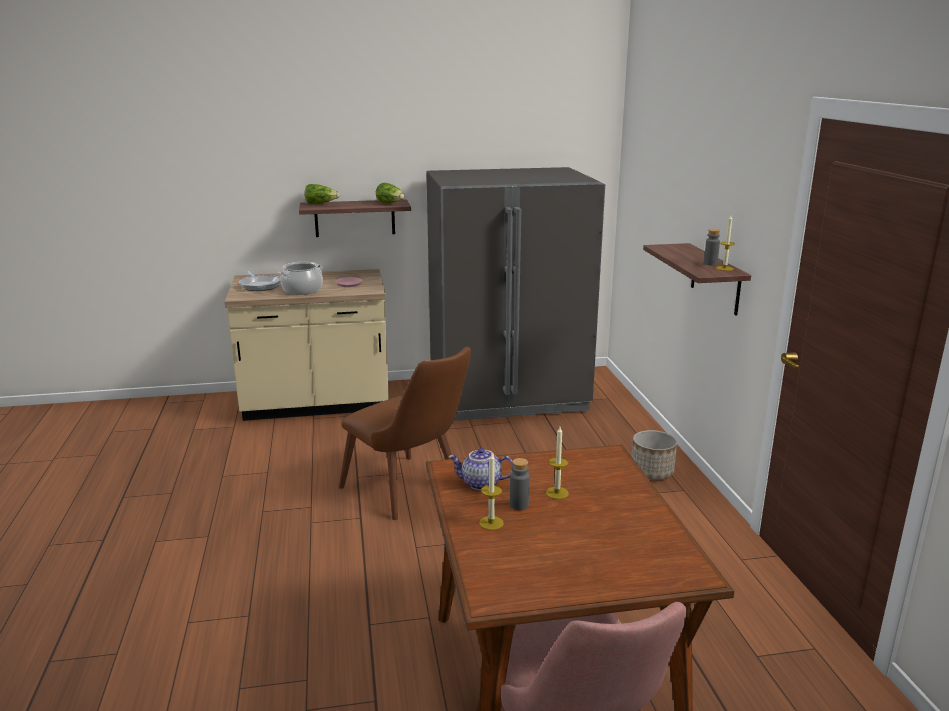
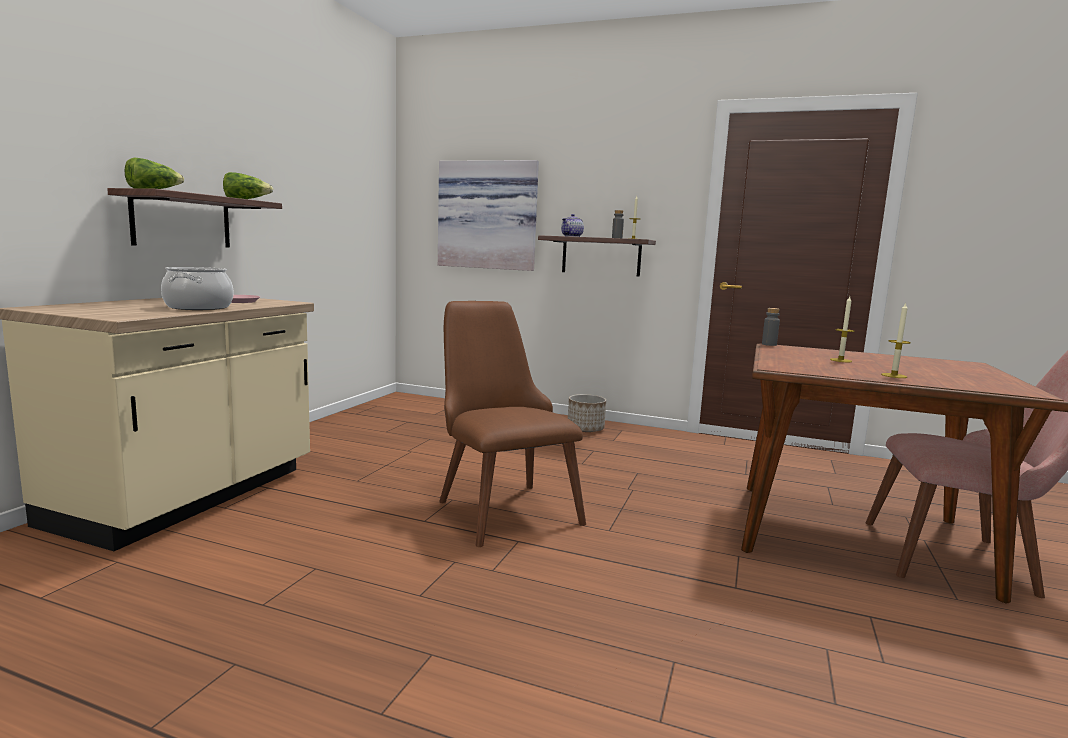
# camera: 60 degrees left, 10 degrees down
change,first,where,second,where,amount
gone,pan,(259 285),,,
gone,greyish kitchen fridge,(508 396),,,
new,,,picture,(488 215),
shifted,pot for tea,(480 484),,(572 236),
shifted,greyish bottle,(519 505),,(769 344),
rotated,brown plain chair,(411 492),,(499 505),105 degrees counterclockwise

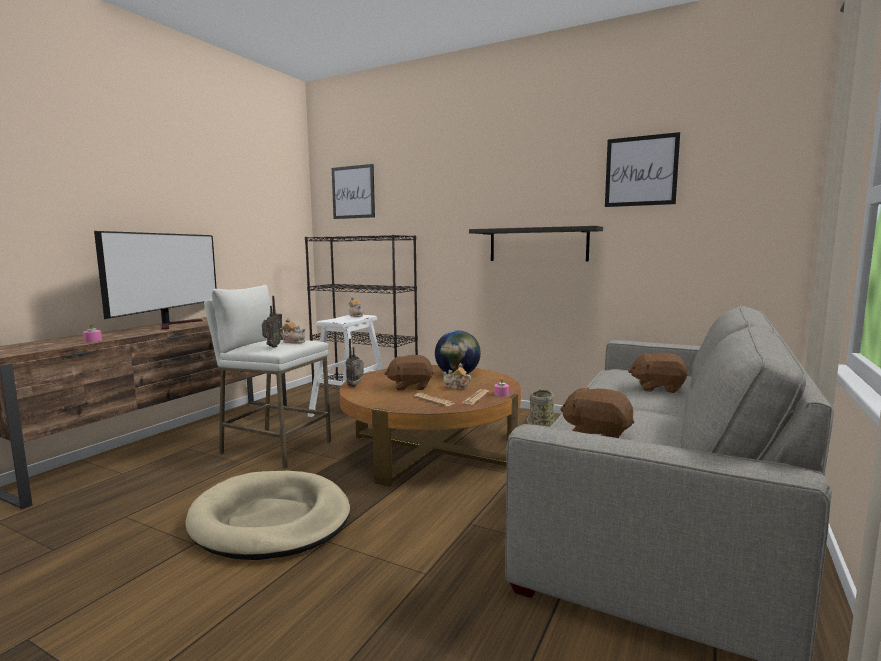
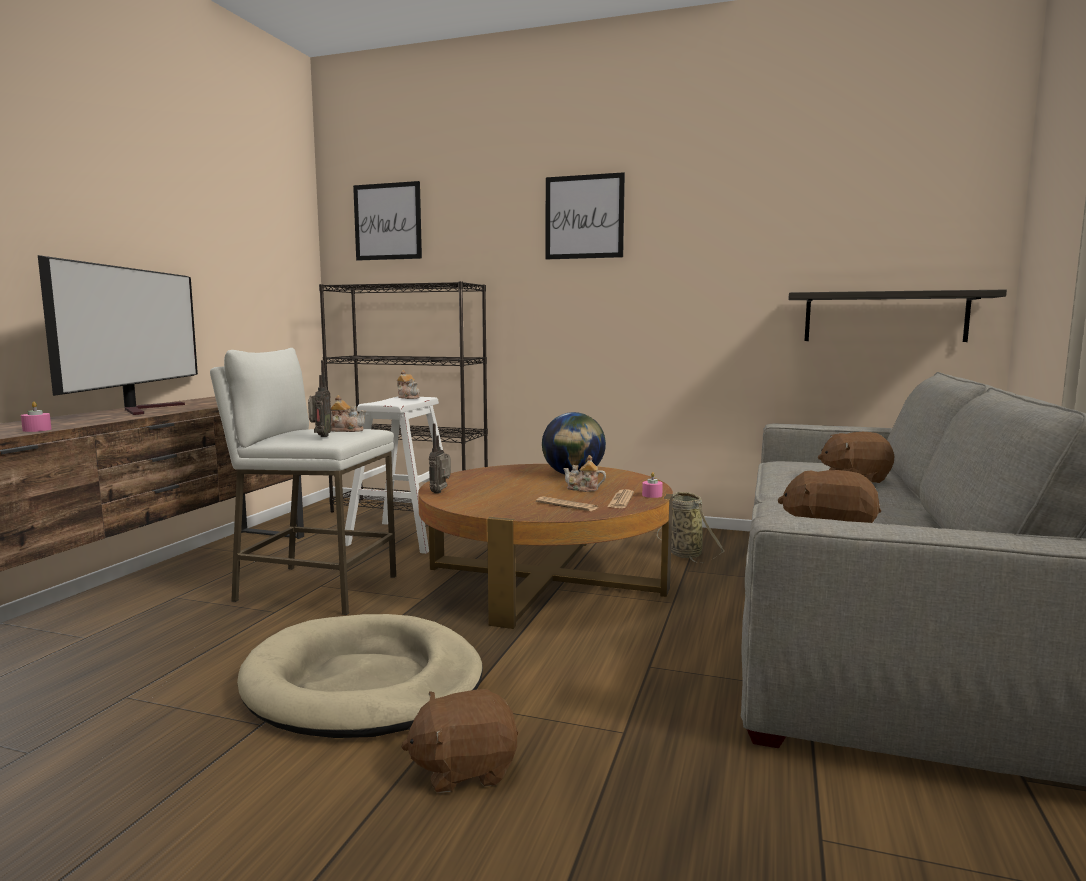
# camera: 10 degrees left, 0 degrees up
change,first,where,second,where,amount
shifted,brown cuddly toy,(410 387),,(464 769),
shifted,shelf,(538 244),,(885 317),
shifted,picture,(641 171),,(584 217),

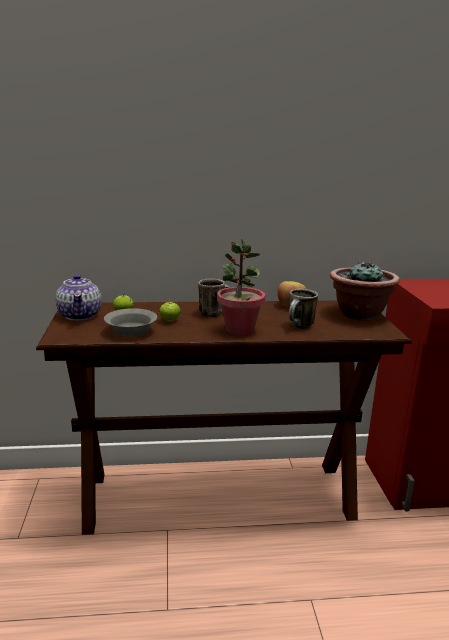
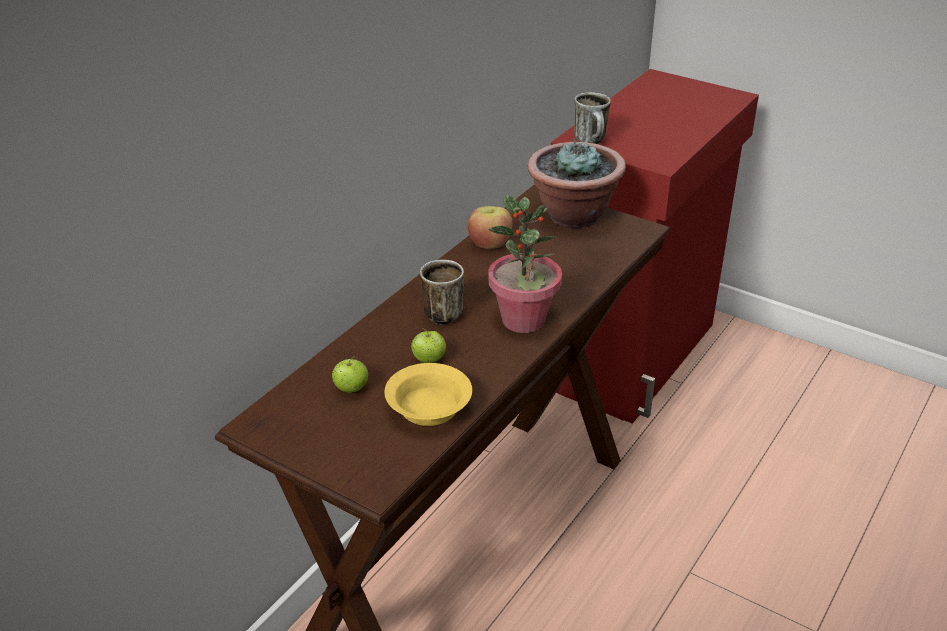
# camera: 50 degrees left, 15 degrees up
change,first,where,second,where,amount
gone,pot for tea,(80 315),,,
shifted,coffee mug,(300 327),,(592 142),
repainted,greyish serving bowl,(130 331),yellow serving bowl,(427 409),

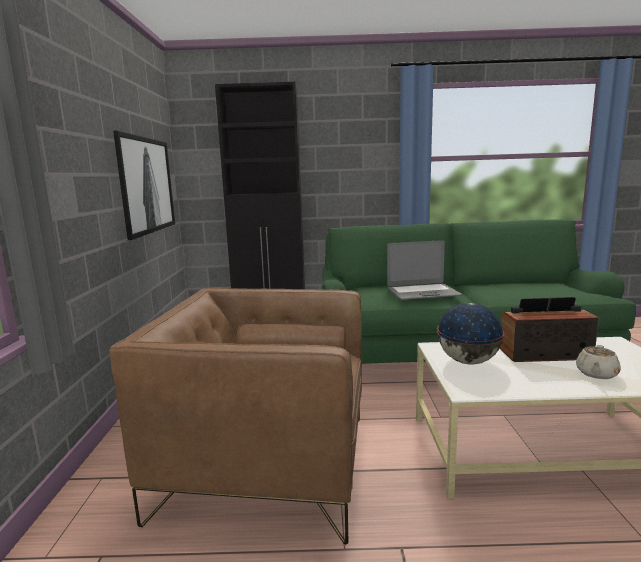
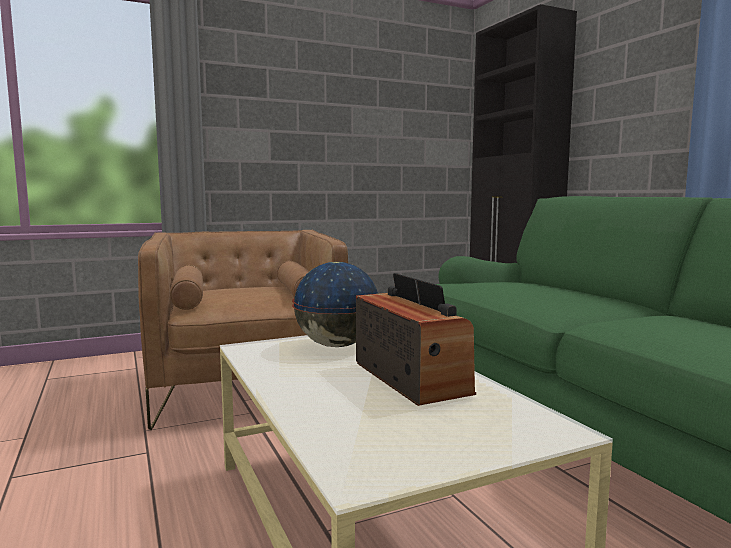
# camera: 65 degrees right, 5 degrees down
change,first,where,second,where,amount
gone,picture,(146 185),,,
gone,notebook computer,(422 293),,,
gone,sand-coloured pot for tea,(596 374),,,

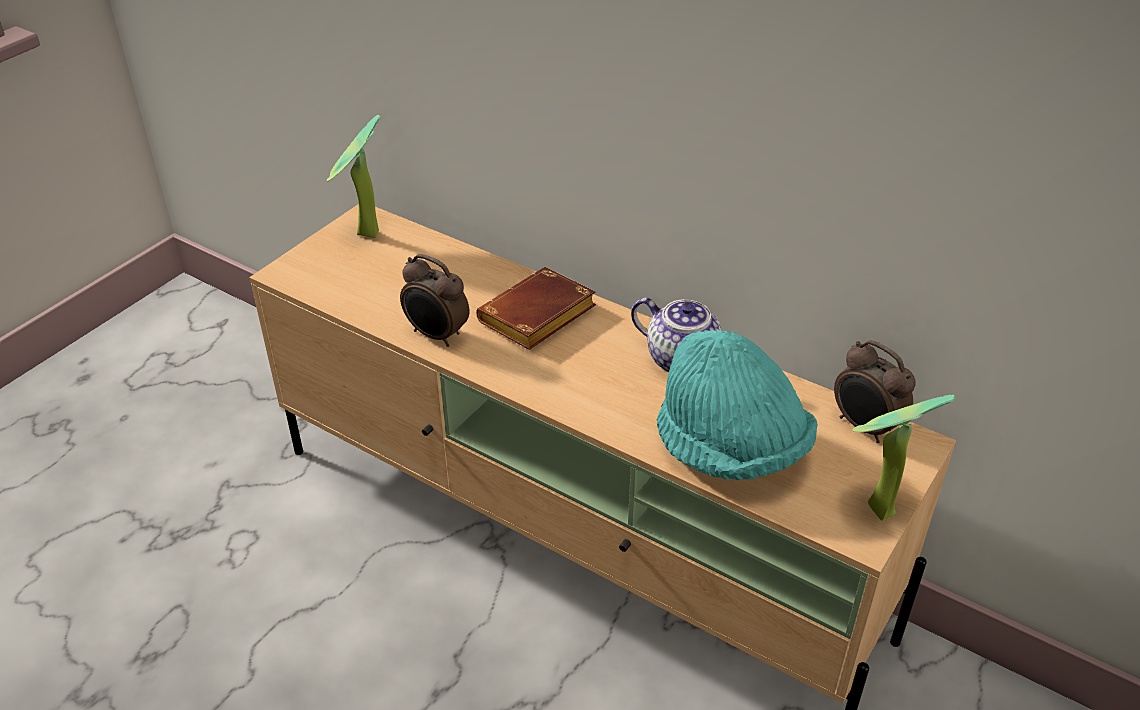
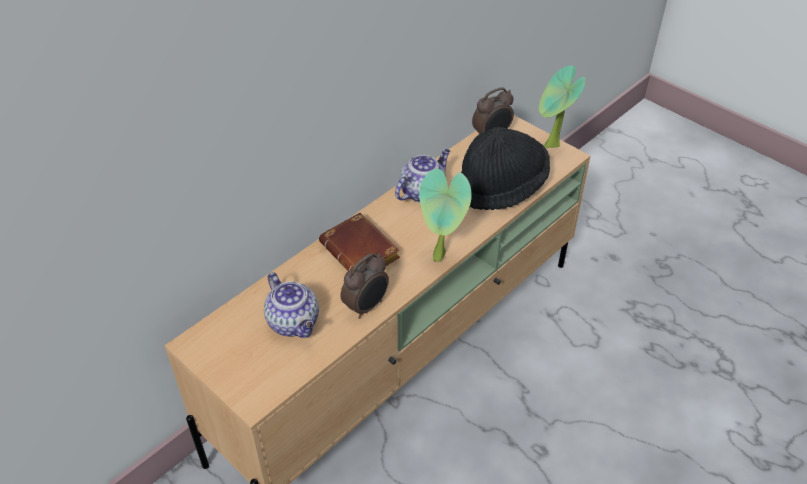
# camera: 80 degrees left, 5 degrees up
change,first,where,second,where,amount
new,,,pot for tea,(294 323),
shifted,plant in a pot,(364 236),,(441 258),
repainted,blue-green clothing hat,(730 449),black clothing hat,(501 187),

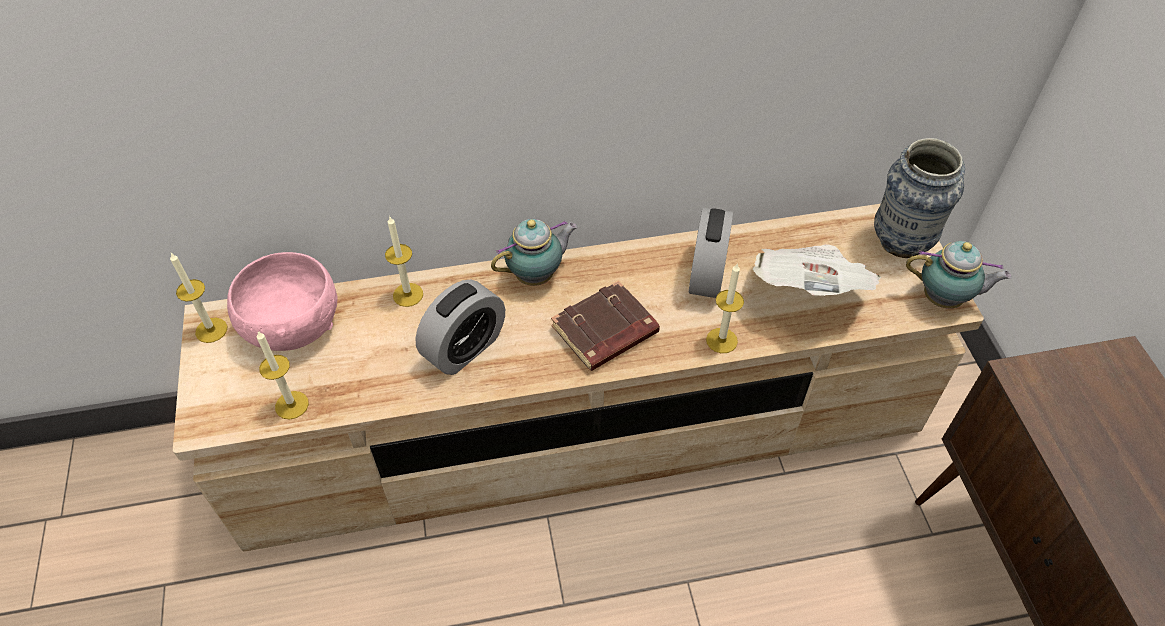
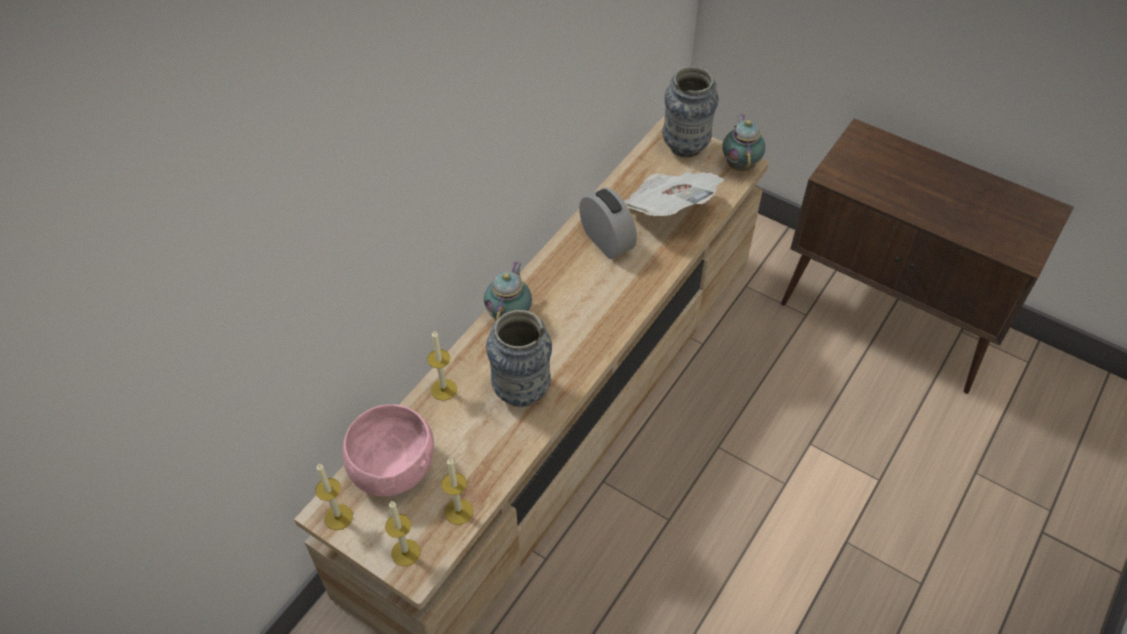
# camera: 45 degrees left, 0 degrees up
change,first,where,second,where,amount
gone,brown bound book,(605 332),,,
shifted,wax candle,(721 340),,(405 552),
swapped,table clock,(464 348),decorative vase,(521 391),
rotated,pot for tea,(945 300),,(740 164),60 degrees counterclockwise

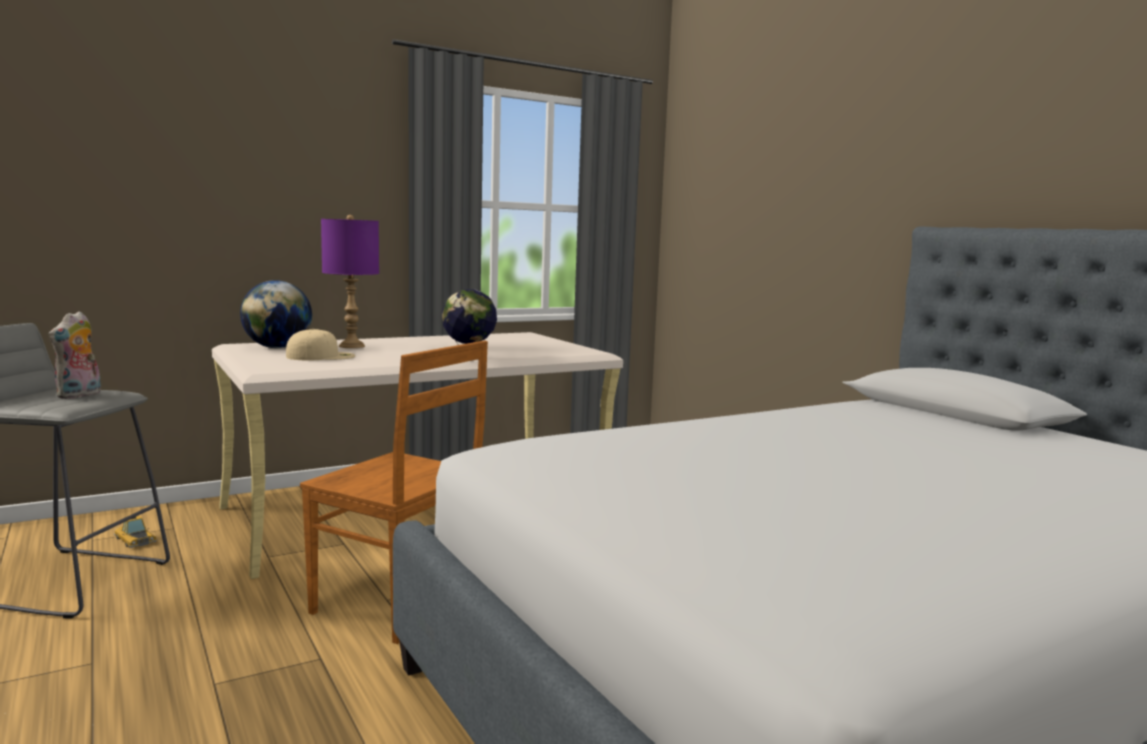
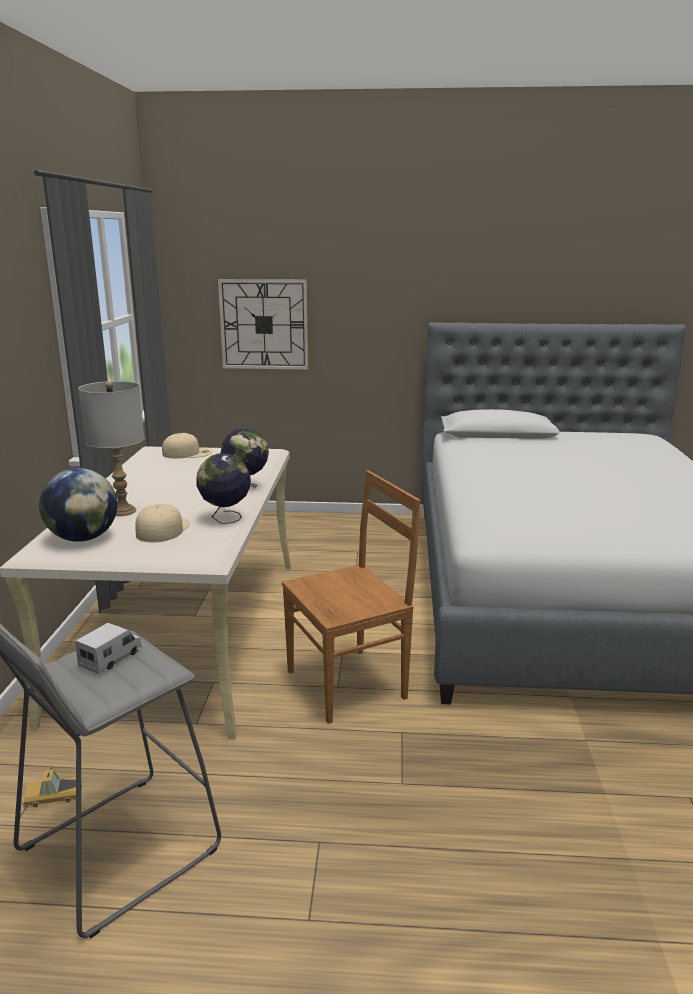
# camera: 55 degrees left, 10 degrees up
change,first,where,second,where,amount
new,,,sand-coloured peaked cap,(187 453),
new,,,globe,(225 519),
new,,,wall clock,(264 324),
swapped,cuddly toy,(79 395),model truck,(111 658),
repainted,purple-coloured lamp for a table,(352 346),greyish lamp for a table,(123 511),

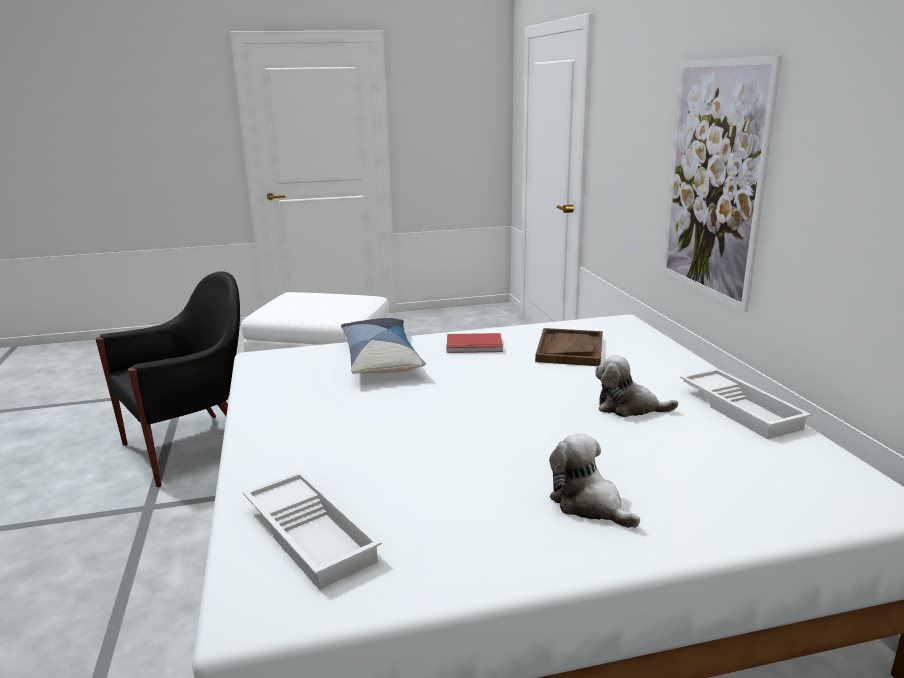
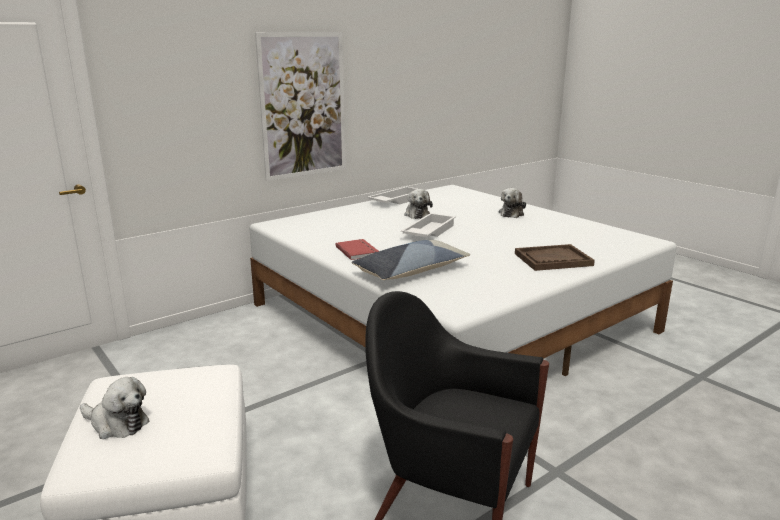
# camera: 115 degrees left, 0 degrees up
change,first,where,second,where,amount
new,,,cuddly toy,(117 424),
shifted,white-coloured serving tray,(313 535),,(428 232),
shifted,brown serving tray,(569 349),,(553 259),

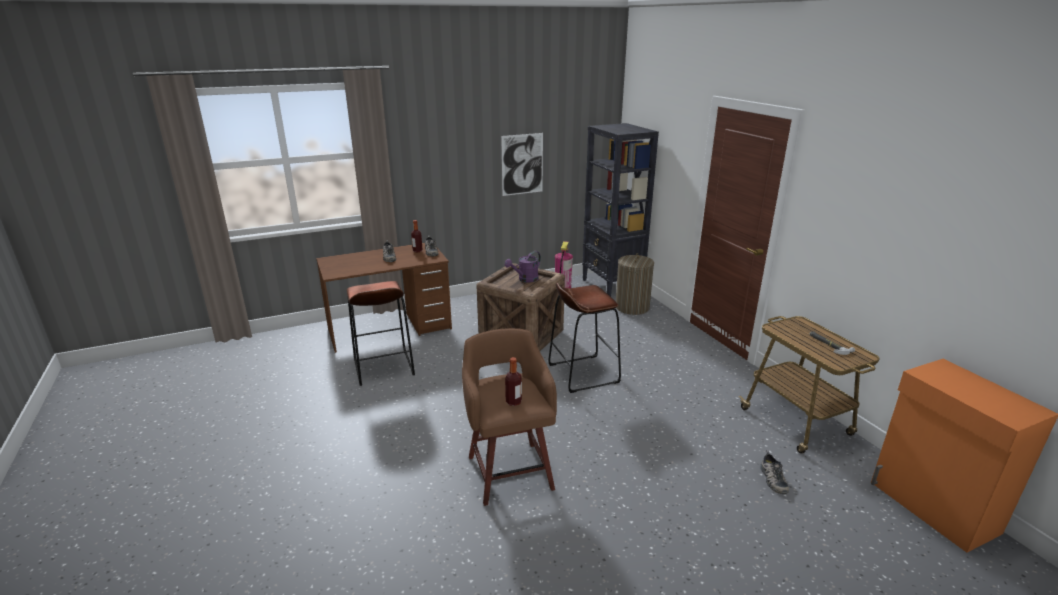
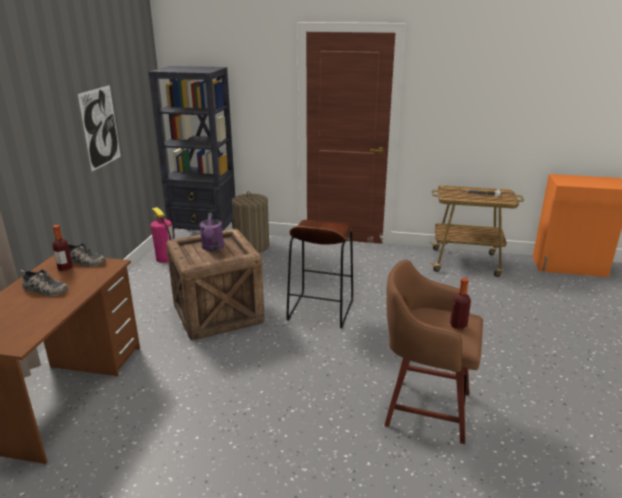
# camera: 55 degrees left, 0 degrees up
change,first,where,second,where,amount
gone,brown stool,(383 367),,,
gone,low shoe,(772 478),,,

